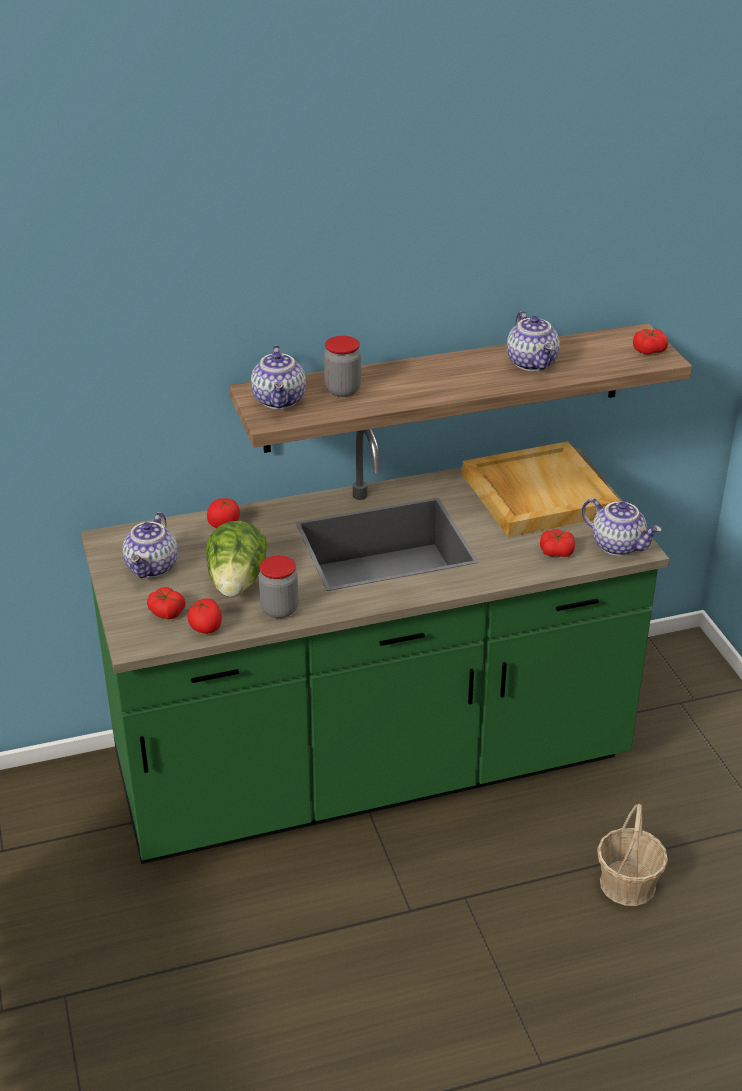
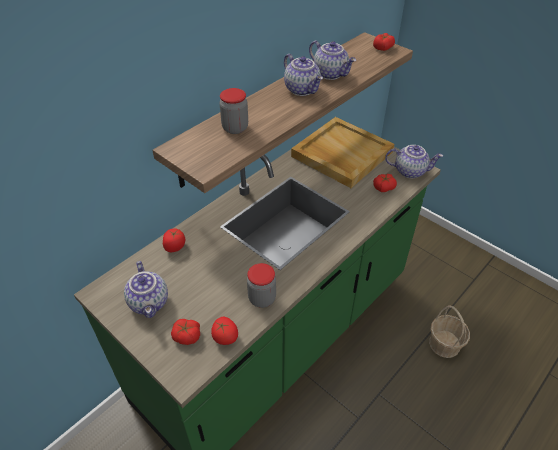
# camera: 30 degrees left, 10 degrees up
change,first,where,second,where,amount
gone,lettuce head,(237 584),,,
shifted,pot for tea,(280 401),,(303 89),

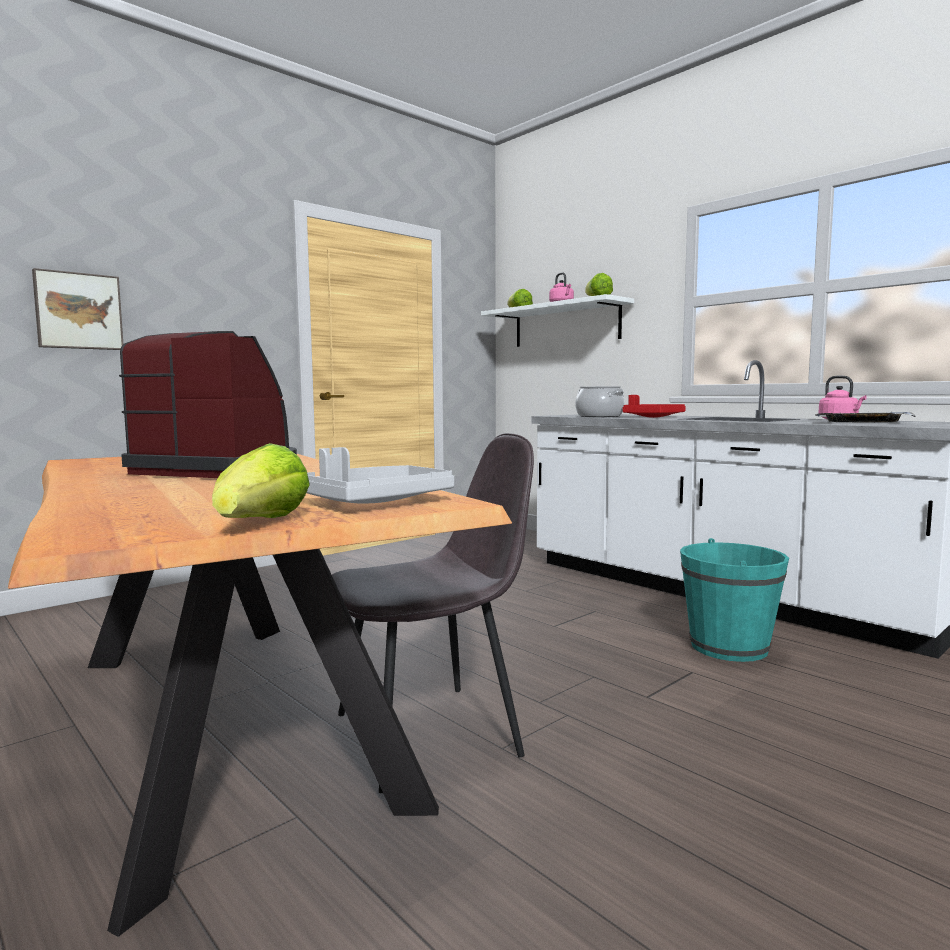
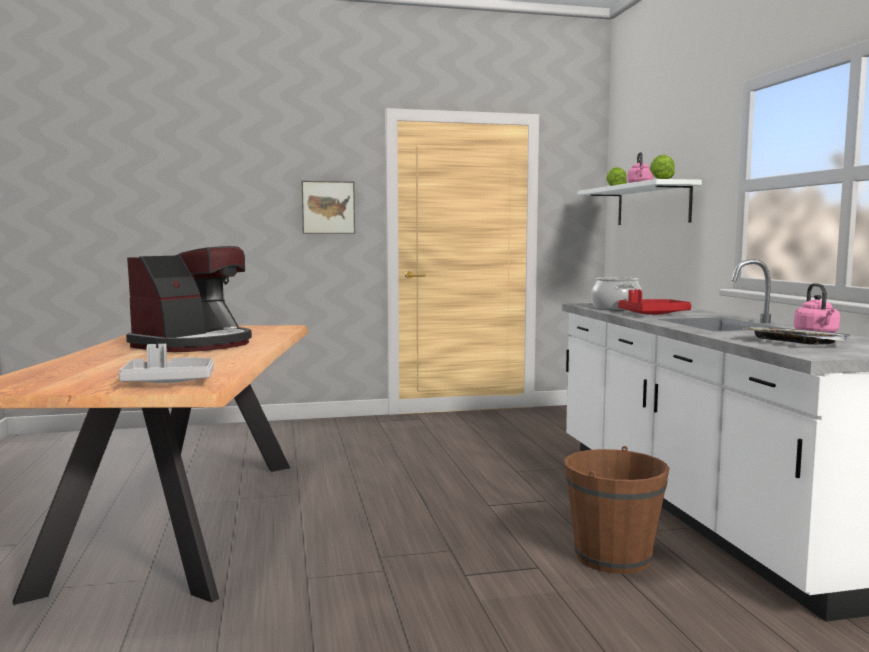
# camera: 30 degrees right, 0 degrees up
change,first,where,second,where,amount
gone,lettuce head,(262 523),,,
gone,greyish plain chair,(431 733),,,
shifted,picture,(78 311),,(328 207),
repainted,blue-green bucket,(729 647),brown bucket,(613 557),
rotated,coffee maker,(219 470),,(194 344),75 degrees clockwise

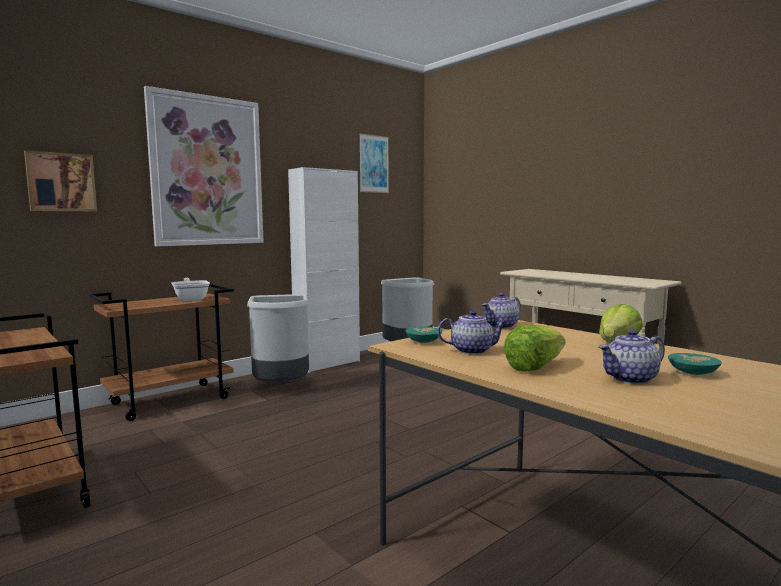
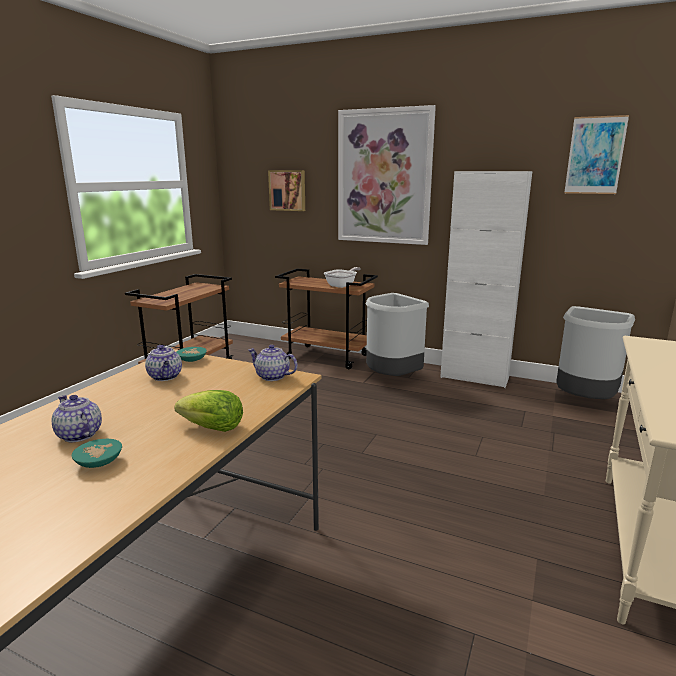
# camera: 65 degrees right, 10 degrees up
change,first,where,second,where,amount
gone,lettuce head,(534 367),,,

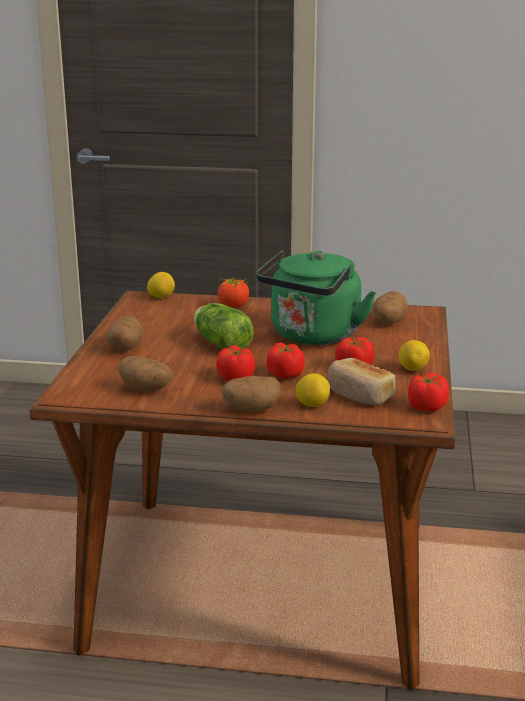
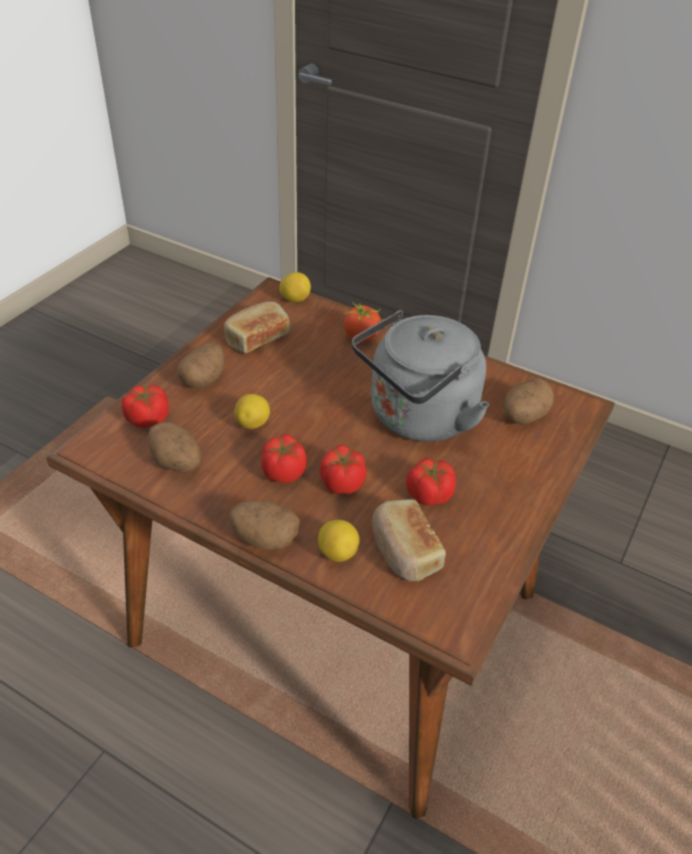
# camera: 20 degrees right, 20 degrees up
change,first,where,second,where,amount
gone,lettuce head,(220 343),,,
new,,,bread,(256 338),
shifted,citrus fruit,(413 369),,(253 424),
shifted,tomato,(426 407),,(147 419),
repainted,greenish kettle,(313 336),greyish kettle,(417 418),

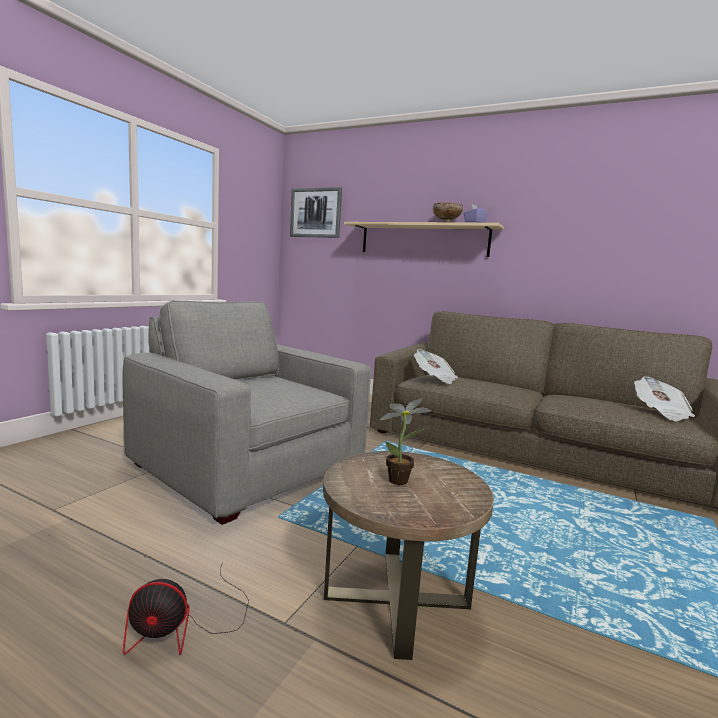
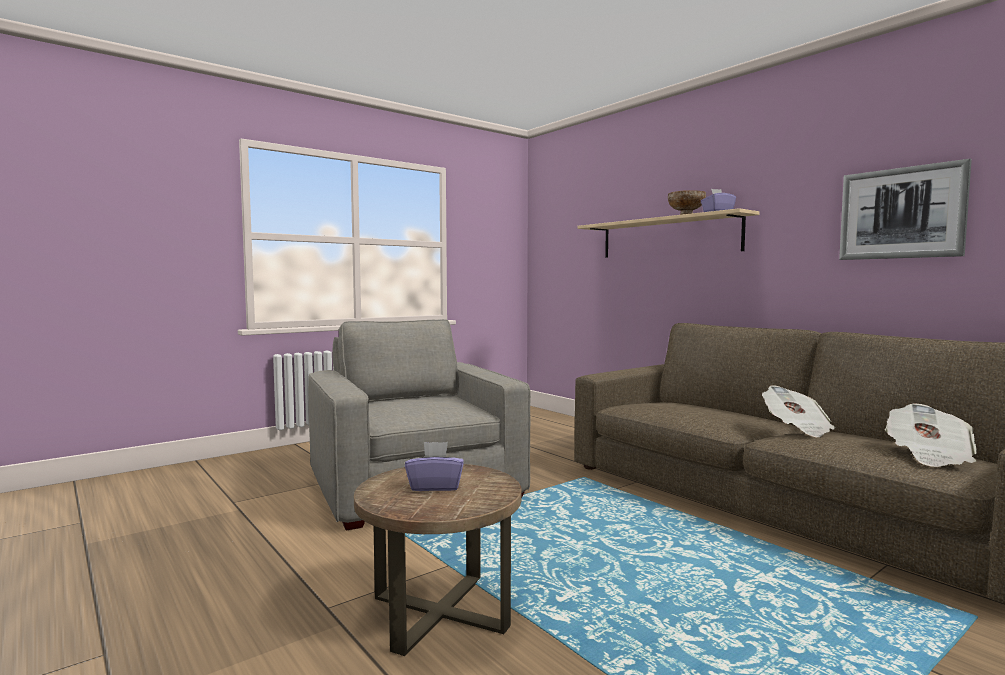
# camera: 25 degrees right, 5 degrees down
change,first,where,second,where,amount
gone,fan,(186 626),,,
shifted,picture,(315 213),,(901 213),
shifted,newspaper,(434 378),,(797 429),
swapped,plant in a pot,(402 481),purple-coloured tissue box,(435 486),

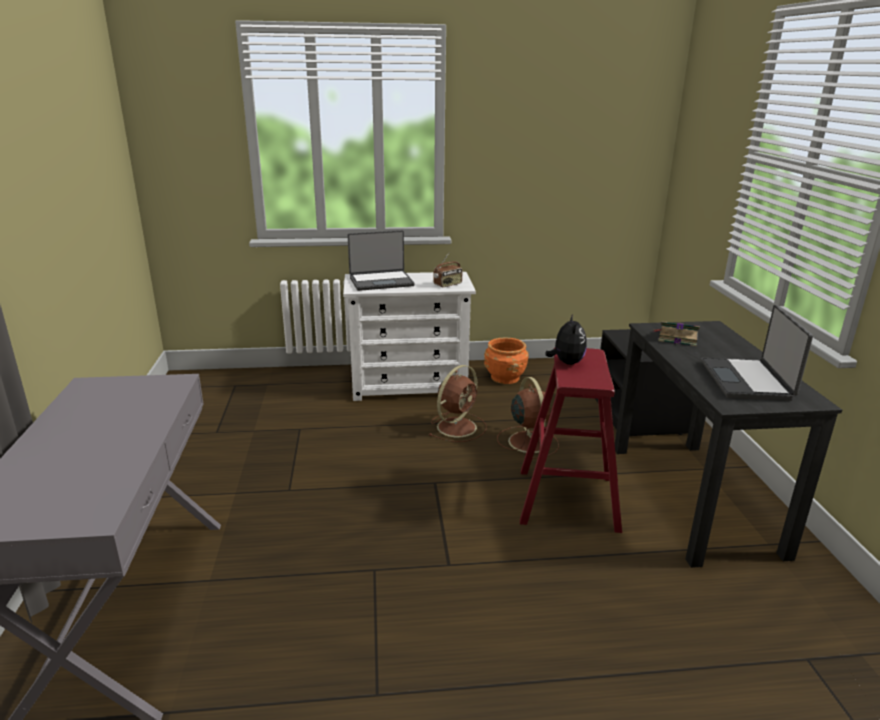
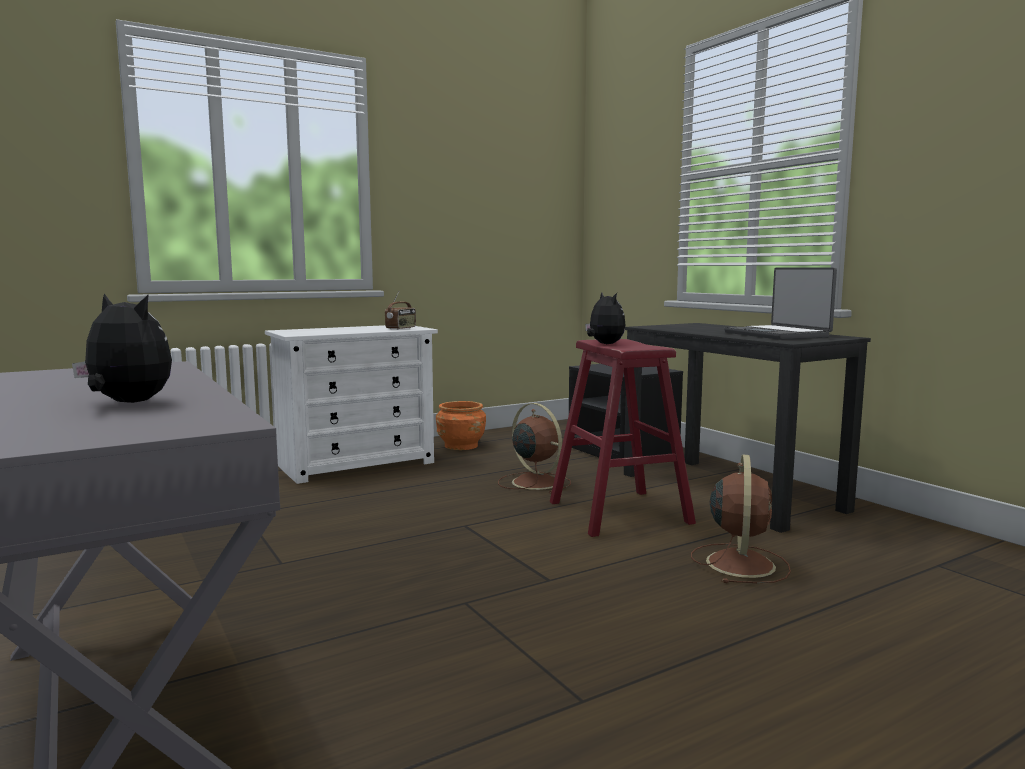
# camera: 25 degrees left, 15 degrees down
change,first,where,second,where,amount
gone,notebook computer,(381 281),,,
gone,bound book,(676 338),,,
new,,,cuddly toy,(127 403),
shifted,brown fan,(458 426),,(740 563),

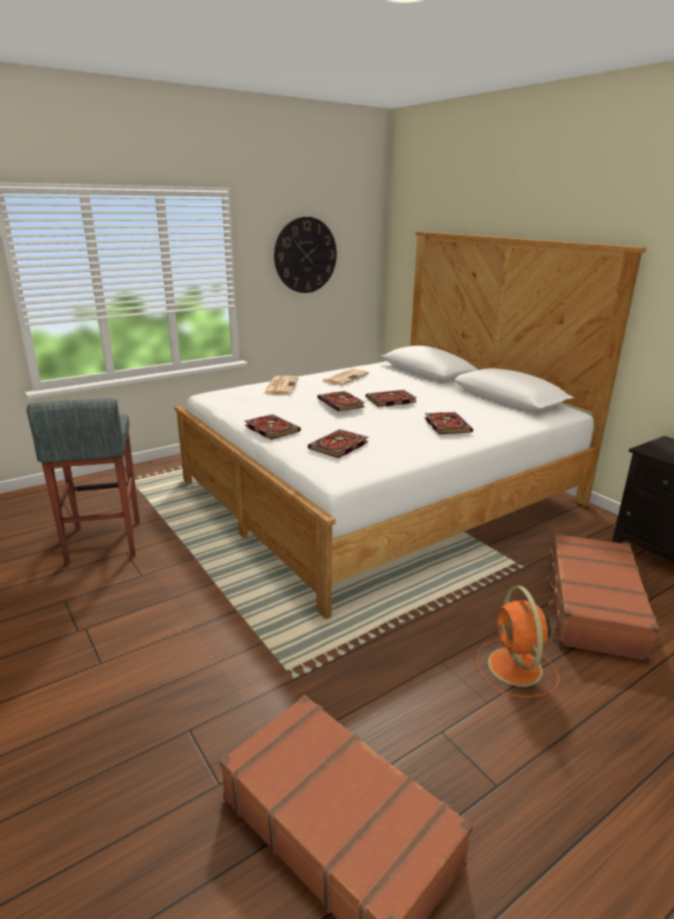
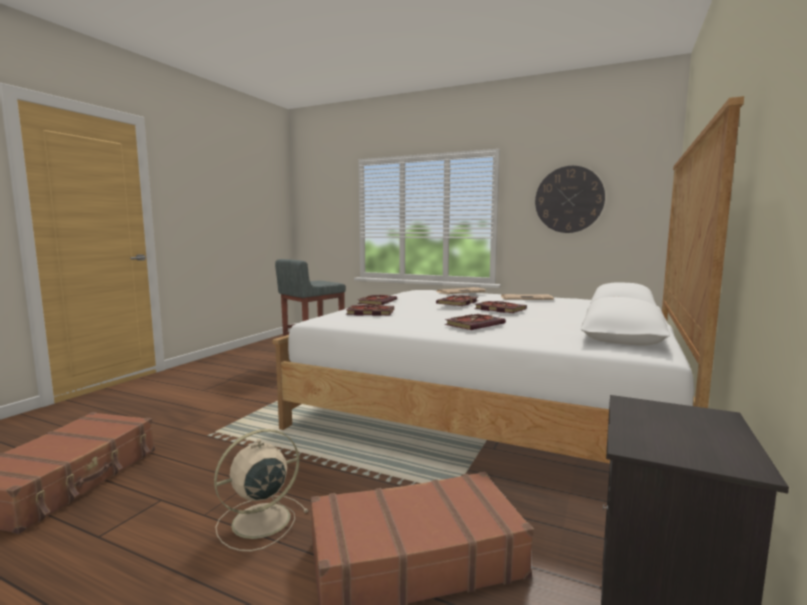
# camera: 60 degrees right, 15 degrees down
change,first,where,second,where,amount
repainted,orange-coloured fan,(516 668),sand-coloured fan,(258 521),

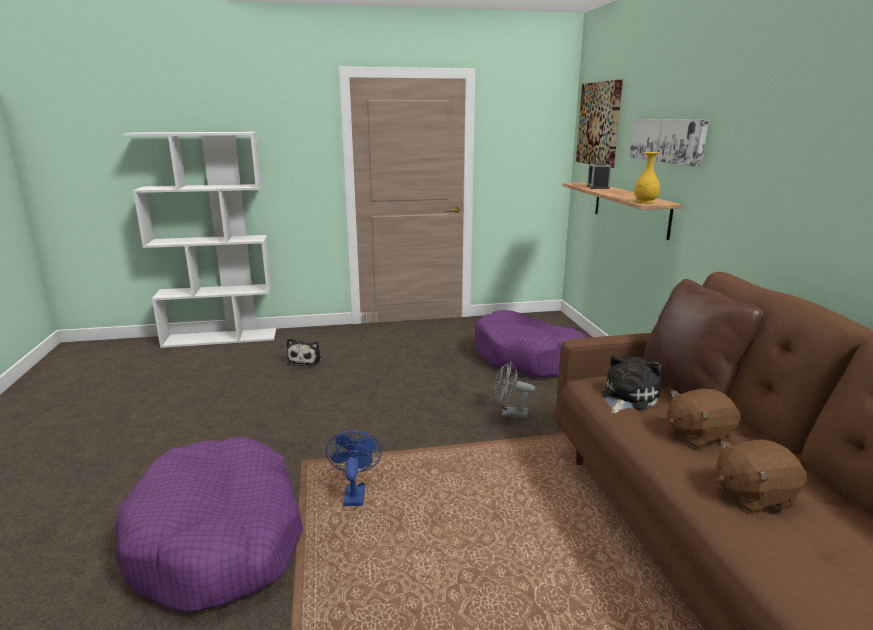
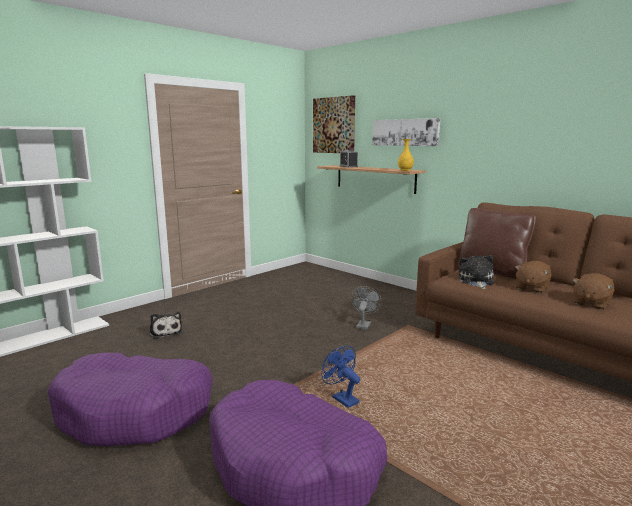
# camera: 35 degrees left, 5 degrees down
change,first,where,second,where,amount
shifted,purple-coloured pet bed,(528 358),,(136 412),
rotated,greyish fan,(510 414),,(364 324),135 degrees clockwise

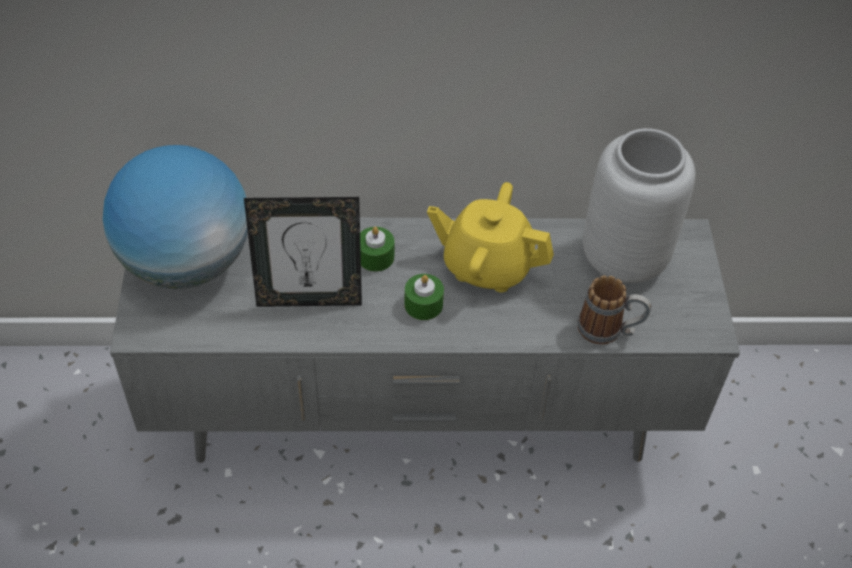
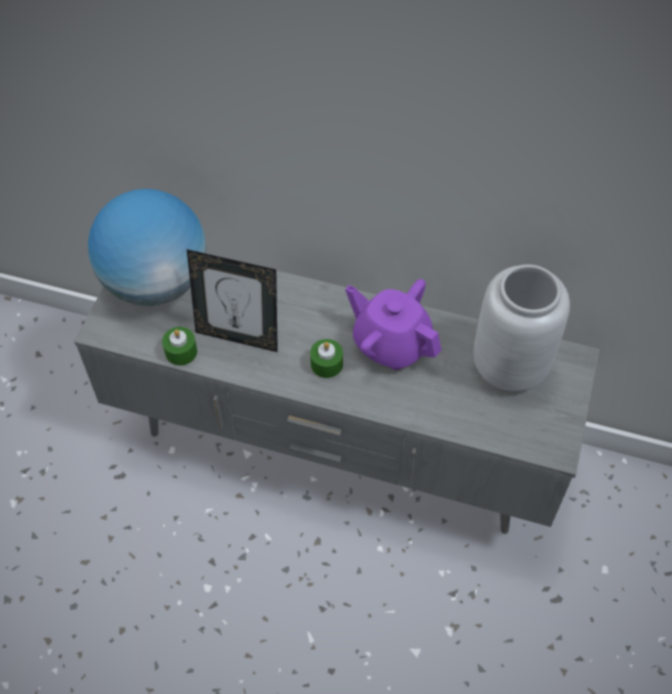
# camera: 20 degrees right, 5 degrees up
change,first,where,second,where,amount
gone,coffee mug,(609 330),,,
shifted,greenish wax candle,(375 257),,(181 352),
repainted,yellow pot for tea,(486 265),purple-coloured pot for tea,(391 344),

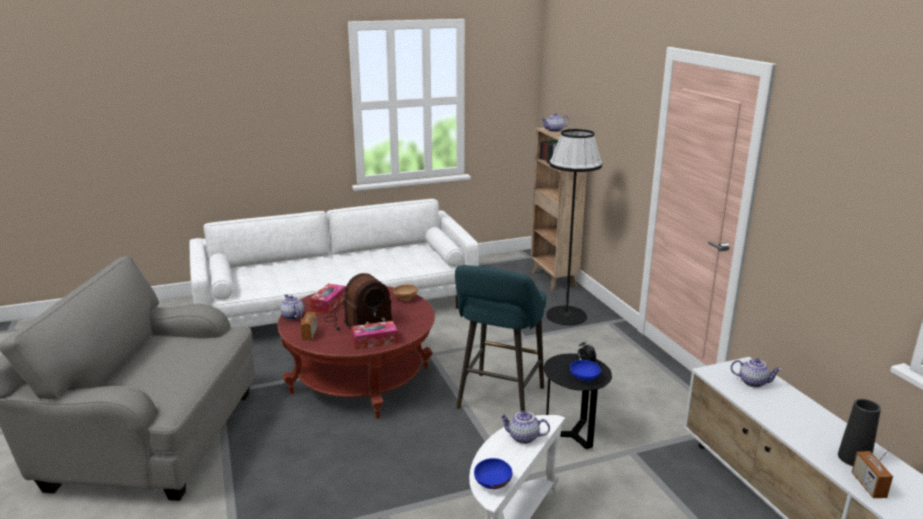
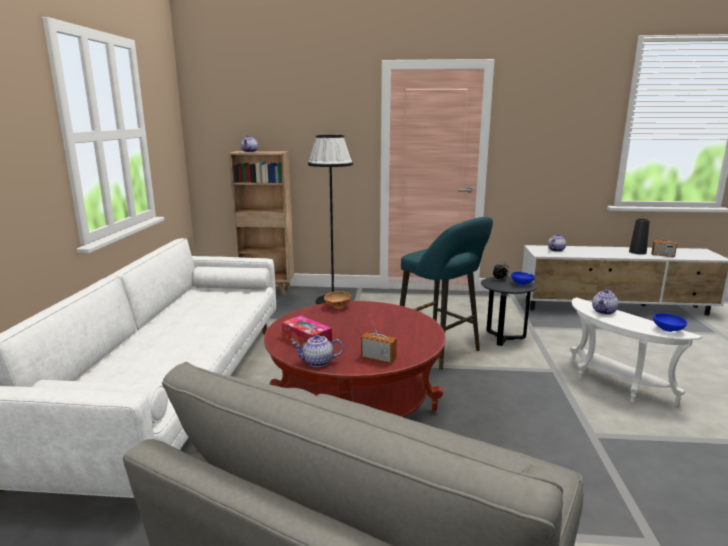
# camera: 65 degrees left, 5 degrees down
change,first,where,second,where,amount
gone,radio set,(357 321),,,
gone,tissue box,(374 341),,,

